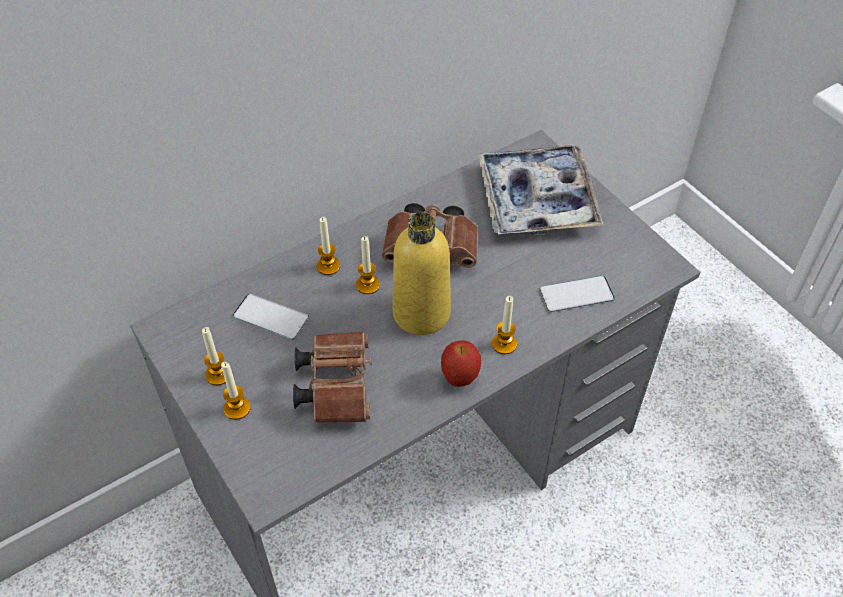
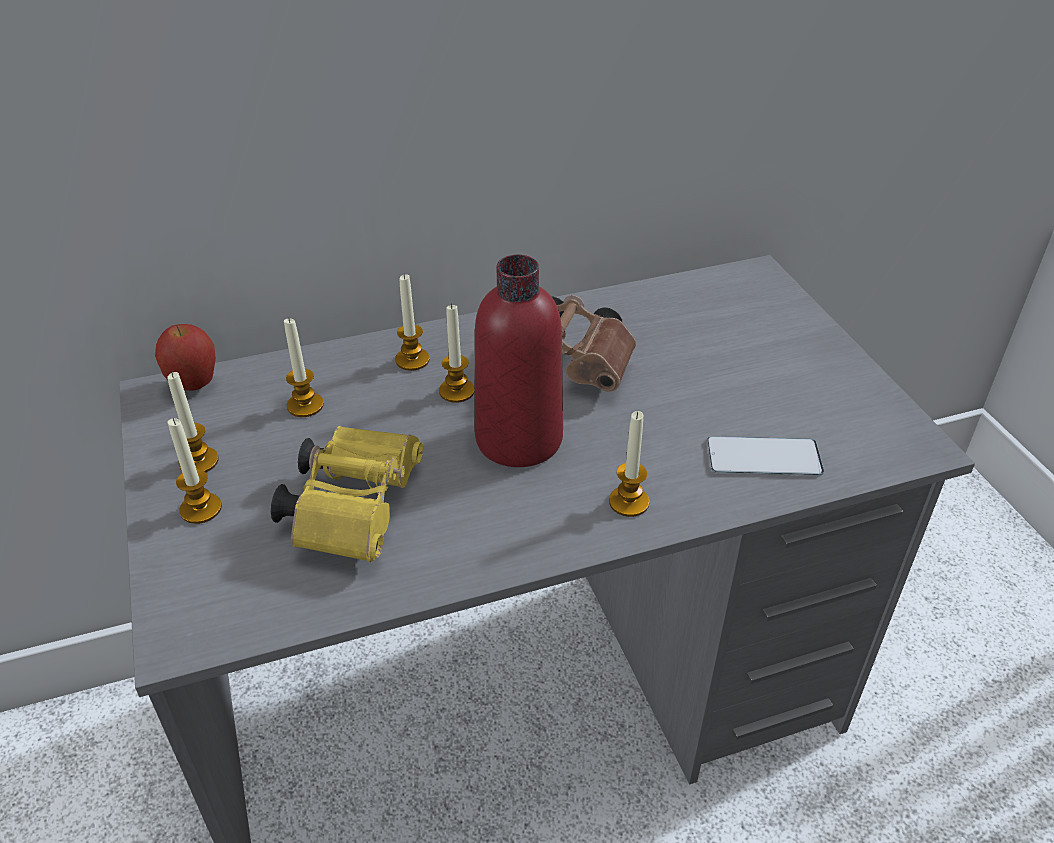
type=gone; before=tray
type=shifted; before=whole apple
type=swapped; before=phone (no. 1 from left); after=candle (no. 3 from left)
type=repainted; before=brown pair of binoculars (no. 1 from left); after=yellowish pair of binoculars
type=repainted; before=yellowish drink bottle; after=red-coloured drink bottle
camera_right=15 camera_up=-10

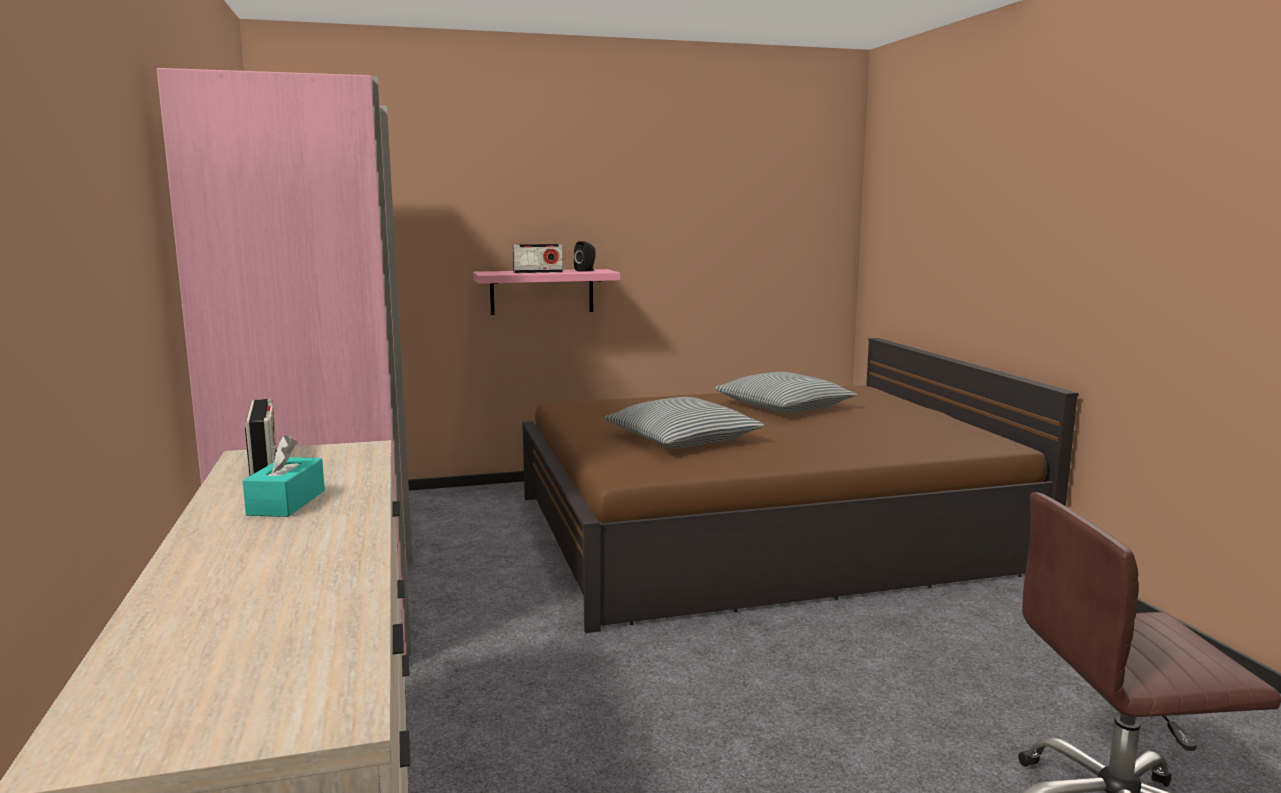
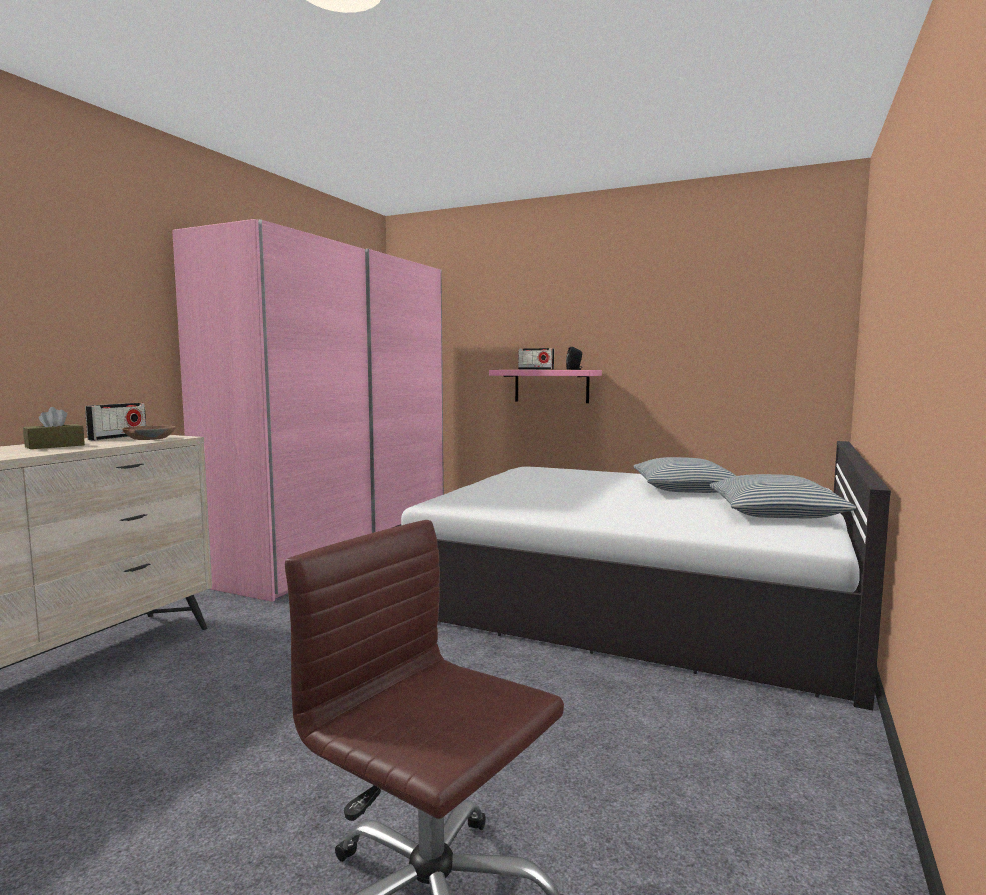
type=new; after=brown serving bowl
type=shifted; before=cushion (no. 1 from left in the first image); after=cushion (no. 2 from left)
type=repainted; before=turquoise tissue holder; after=brown tissue holder
type=repainted; before=brown bedroom bed; after=whitish bedroom bed
camera_right=40 camera_up=-5

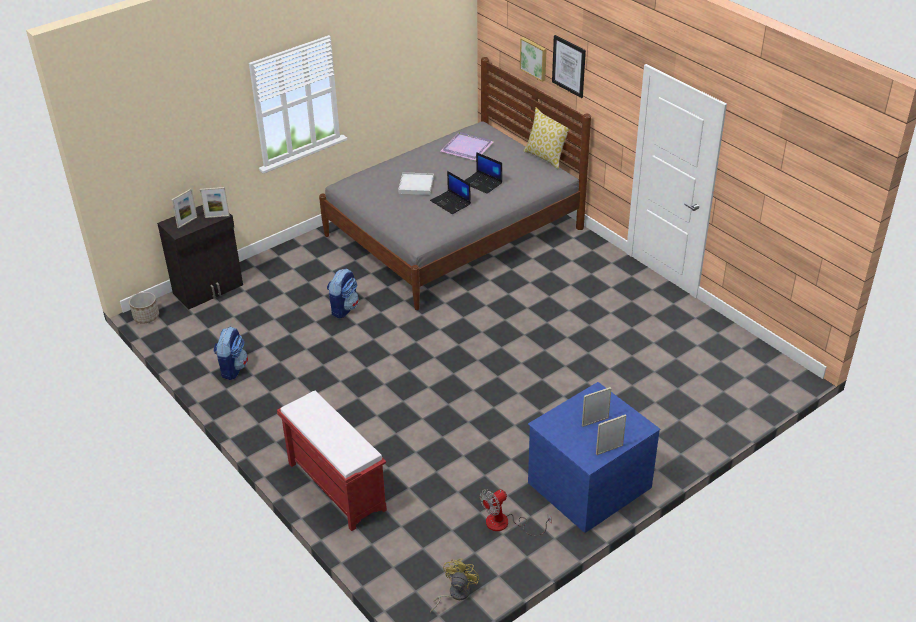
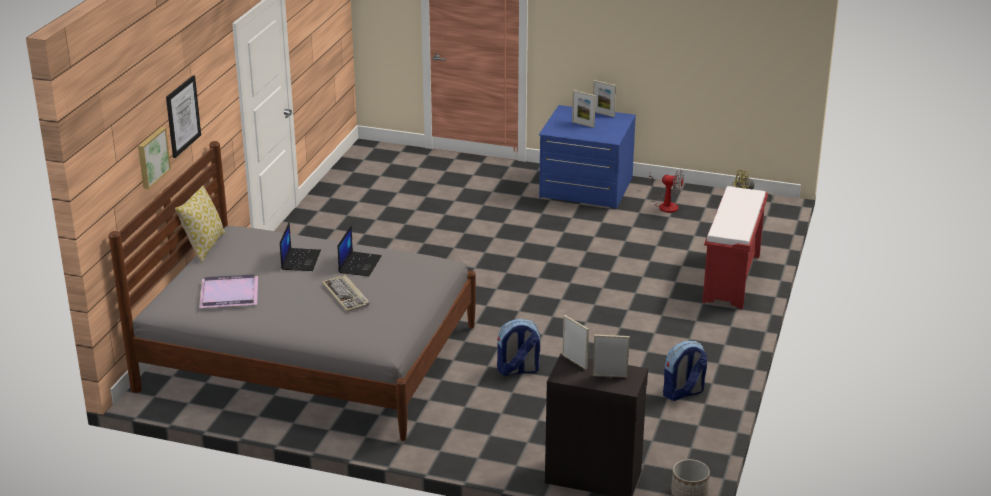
type=swapped; before=whitish tray; after=keyboard
camera_right=-125 camera_up=-10

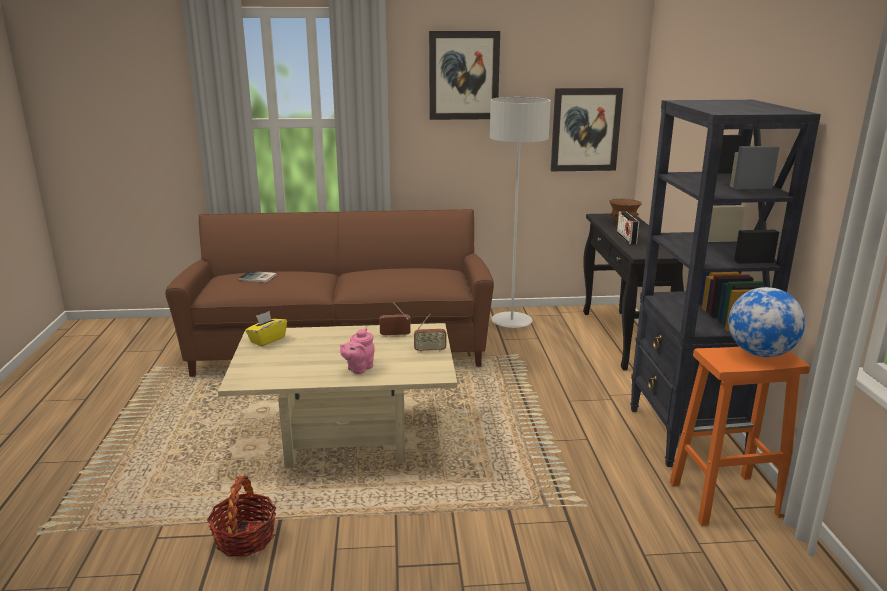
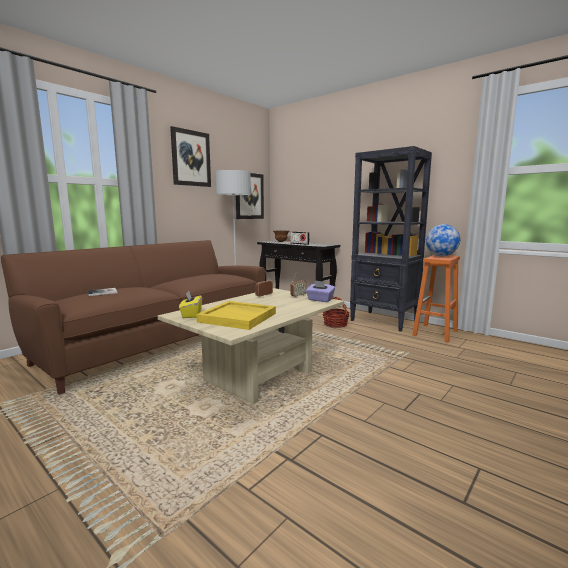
type=gone; before=pinkish tea pot
type=new; after=yellowish tray
type=new; after=purple-coloured tissue holder
type=shifted; before=basket
camera_right=-45 camera_up=-10

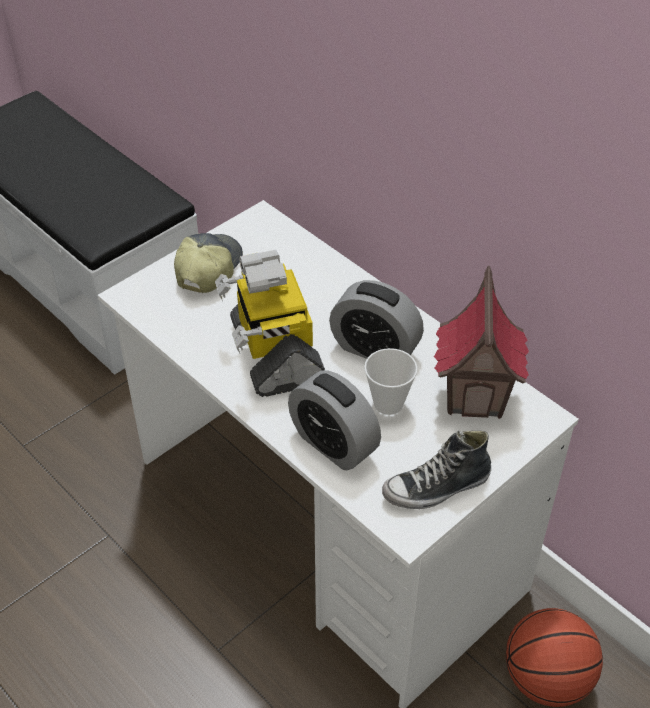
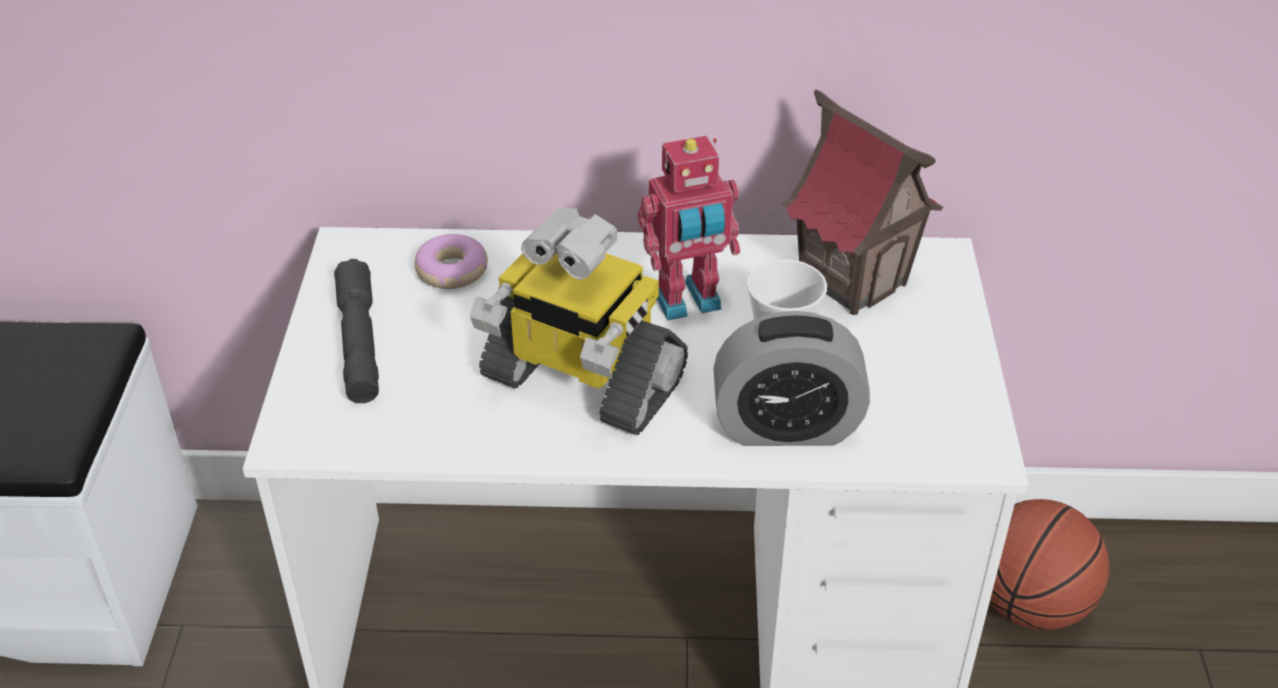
type=gone; before=item of footwear
type=new; after=donut
type=swapped; before=baseball cap; after=grey flashlight
type=swapped; before=table clock (no. 2 from left); after=toy robot (no. 2 from left)
camera_right=-45 camera_up=-5

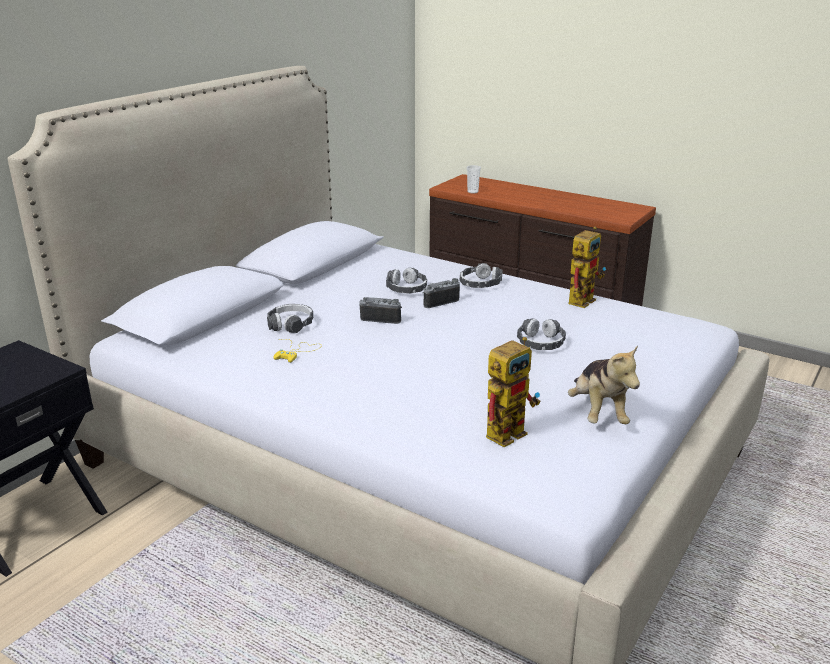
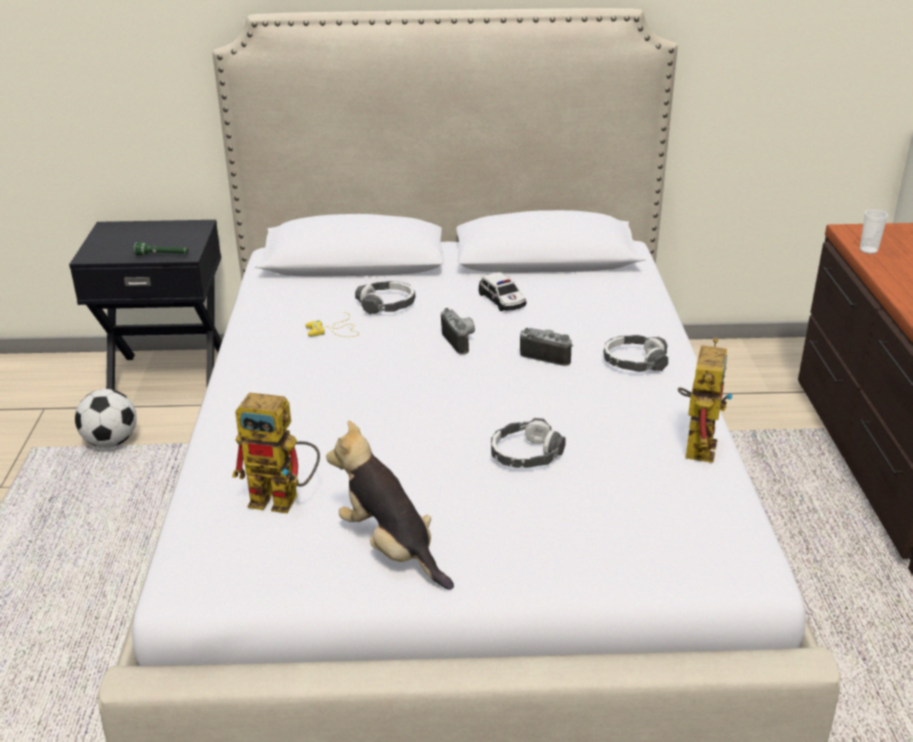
type=gone; before=headset (no. 2 from left)
type=new; after=football
type=new; after=greenish flashlight
type=new; after=miniature car
type=rotated; before=toy robot (no. 2 from left); turn=-75
type=rotated; before=cuddly toy; turn=90
camera_right=55 camera_up=5

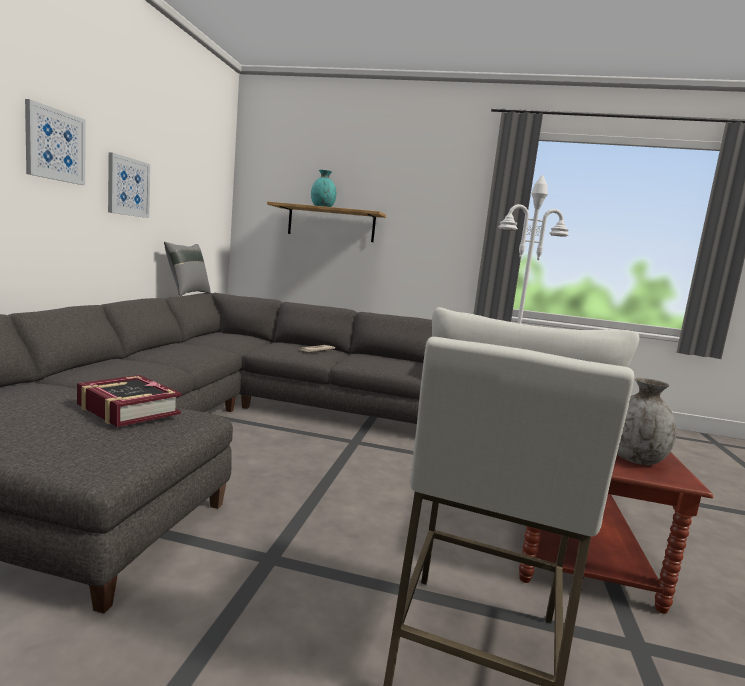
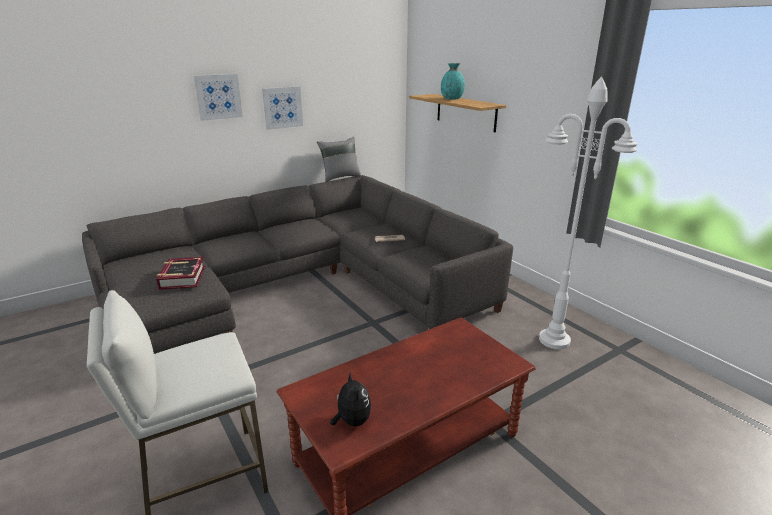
type=swapped; before=grey vase; after=cuddly toy
camera_right=45 camera_up=15

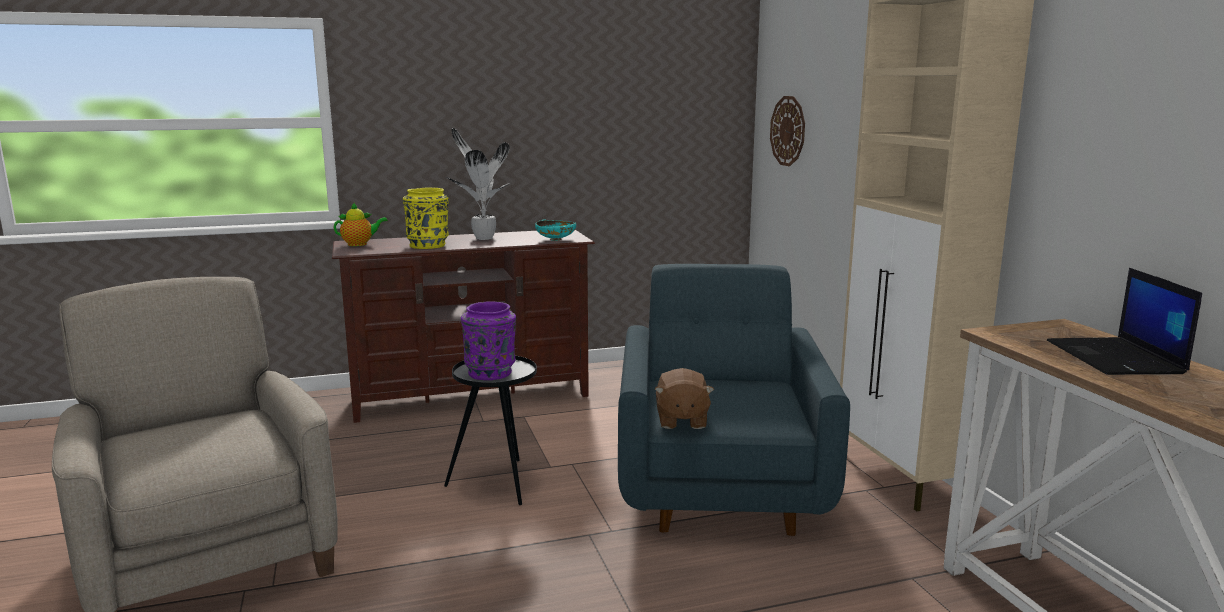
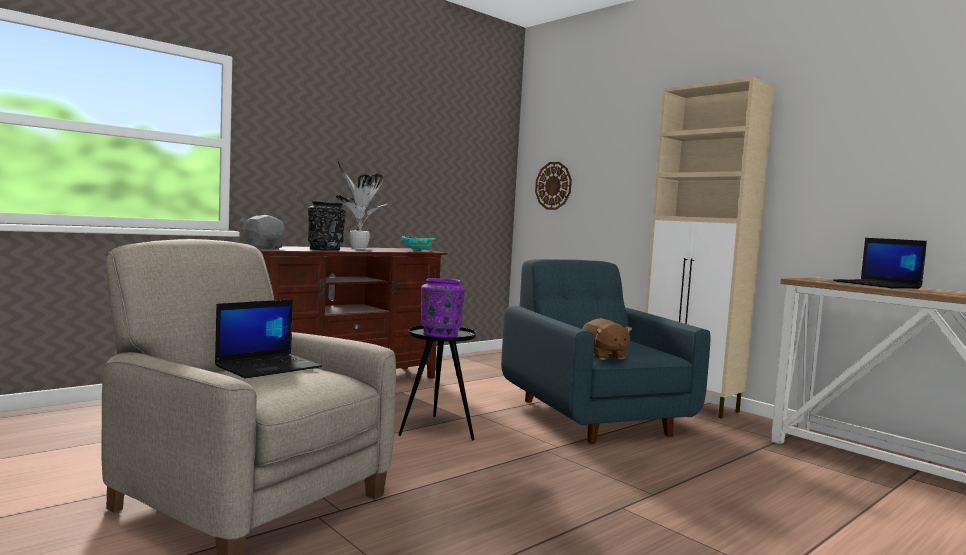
type=new; after=notebook computer (no. 1 from left)
type=swapped; before=tea pot; after=grey cuddly toy
type=repainted; before=yellowish vase; after=black vase
camera_right=-25 camera_up=-10

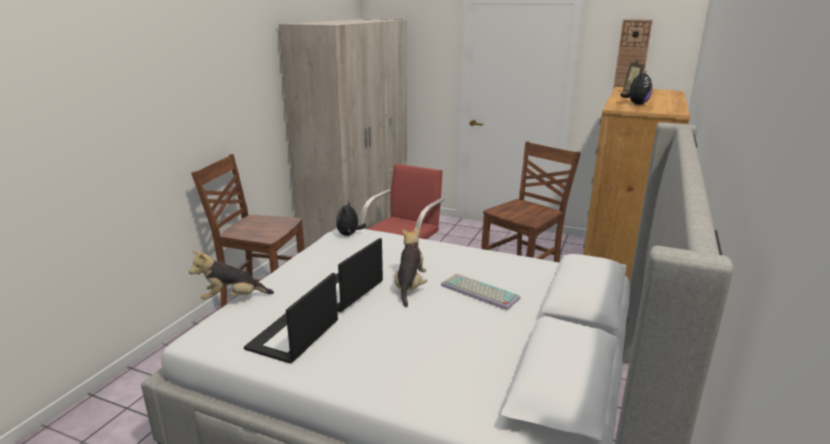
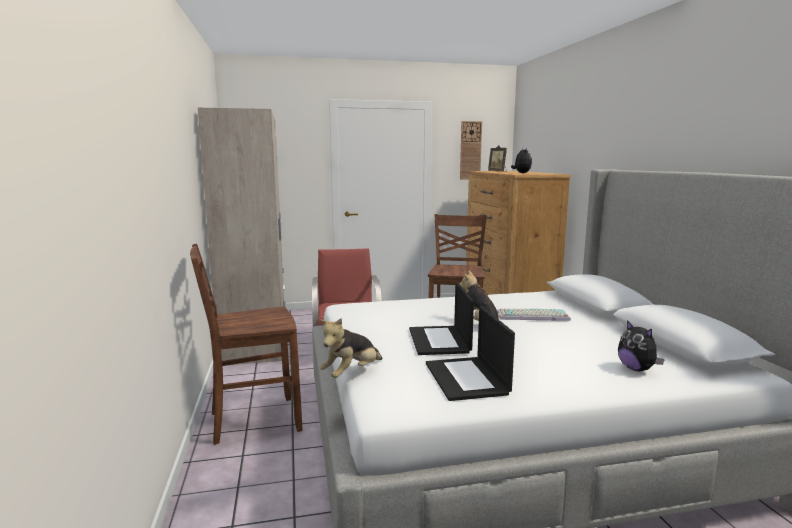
type=shifted; before=cuddly toy (no. 2 from left in the first image); after=cuddly toy (no. 4 from left)
camera_right=-35 camera_up=-10

